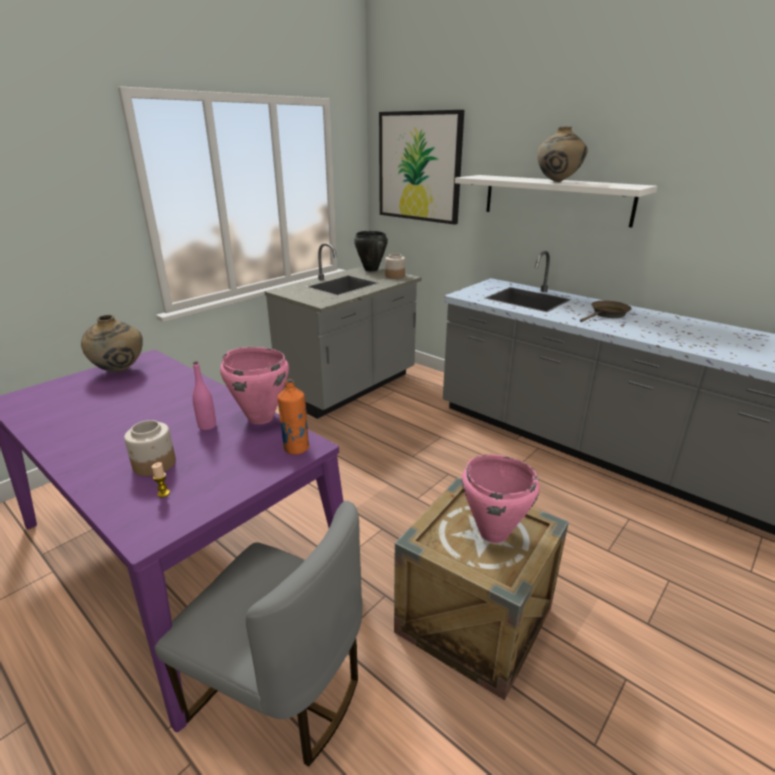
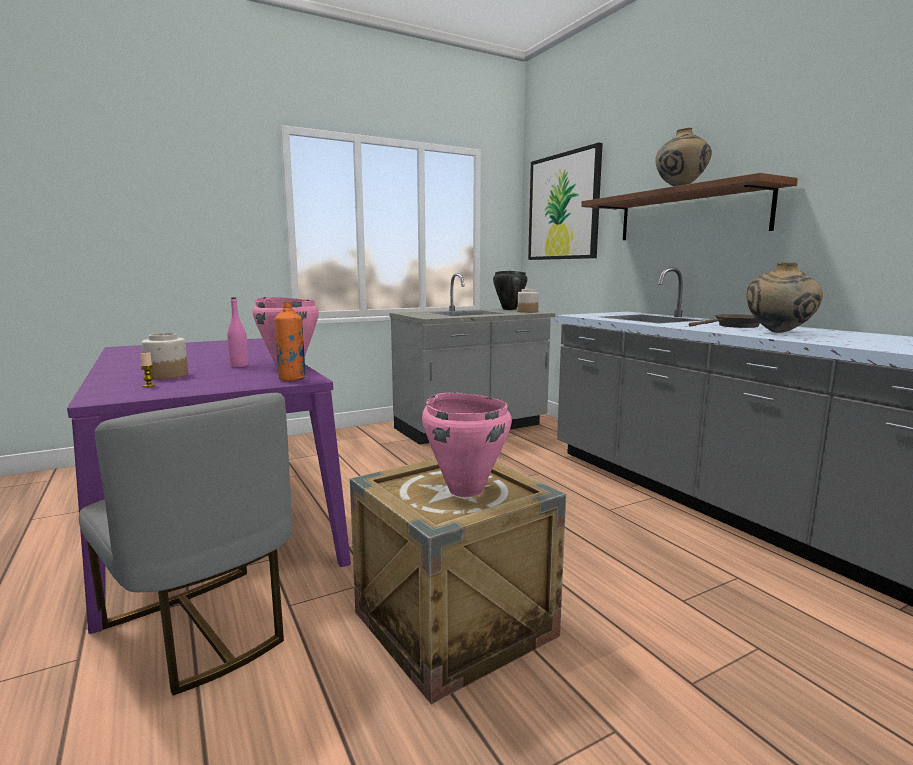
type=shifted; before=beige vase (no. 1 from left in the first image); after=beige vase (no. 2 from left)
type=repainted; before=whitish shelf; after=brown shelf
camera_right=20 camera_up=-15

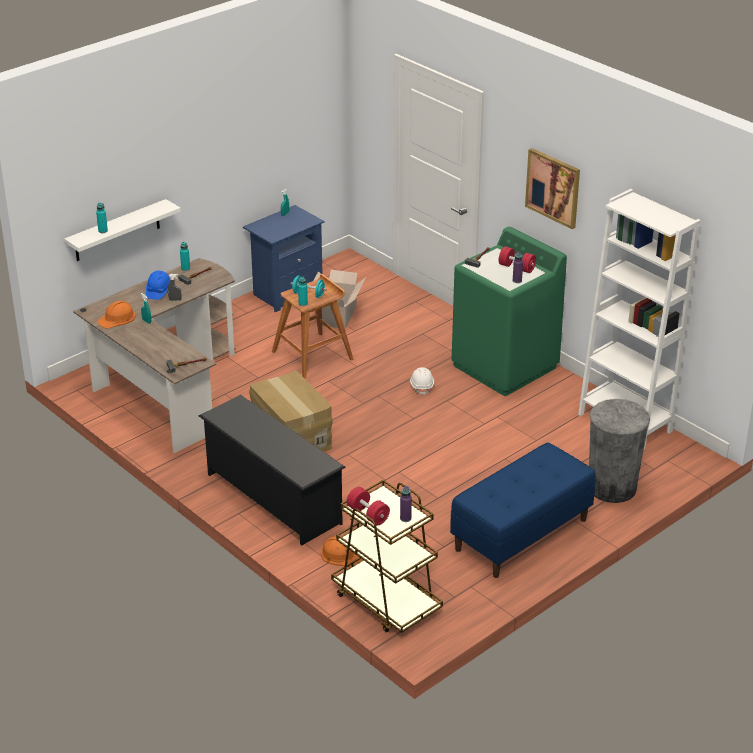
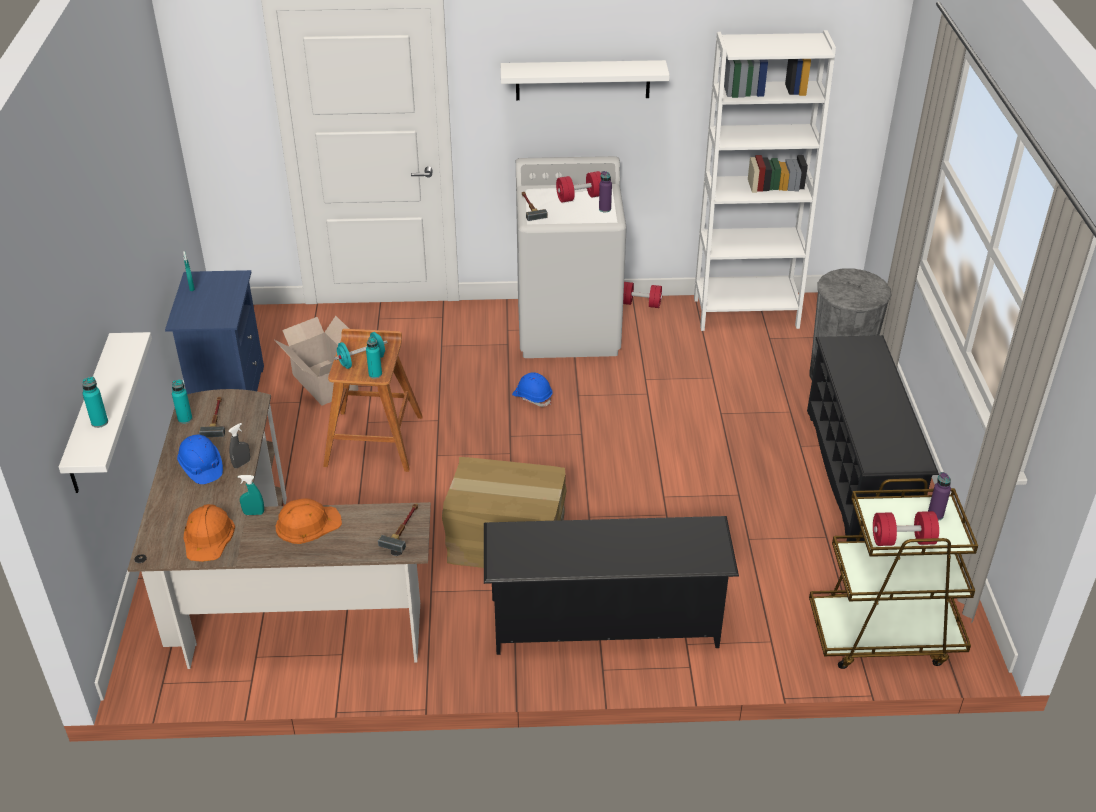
type=new; after=red-coloured hand weight (no. 2 from left)
type=shifted; before=orange-coloured work helmet (no. 2 from left)
type=swapped; before=blue-coloured long seat; after=black shoe shelf (no. 2 from left)
type=swapped; before=wall picture; after=whitish shelf (no. 2 from left)
type=repainted; before=whitish work helmet; after=blue-coloured work helmet (no. 2 from left)
type=repainted; before=greenish laundry machine; after=whitish laundry machine
camera_right=-50 camera_up=5

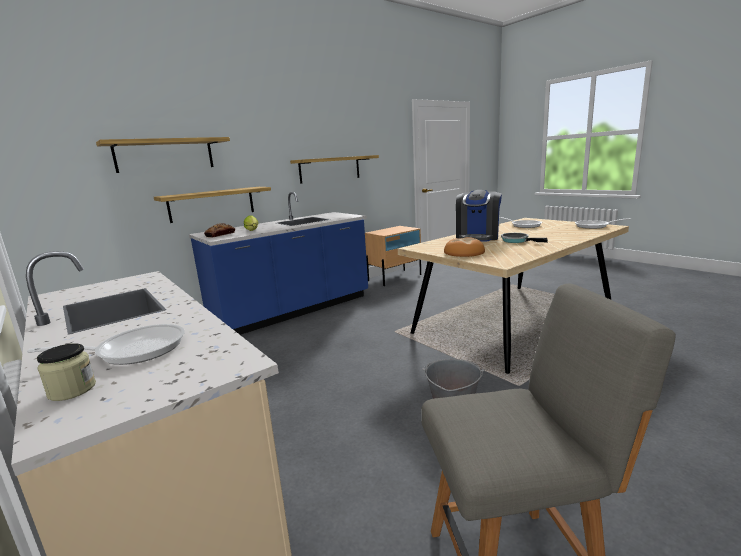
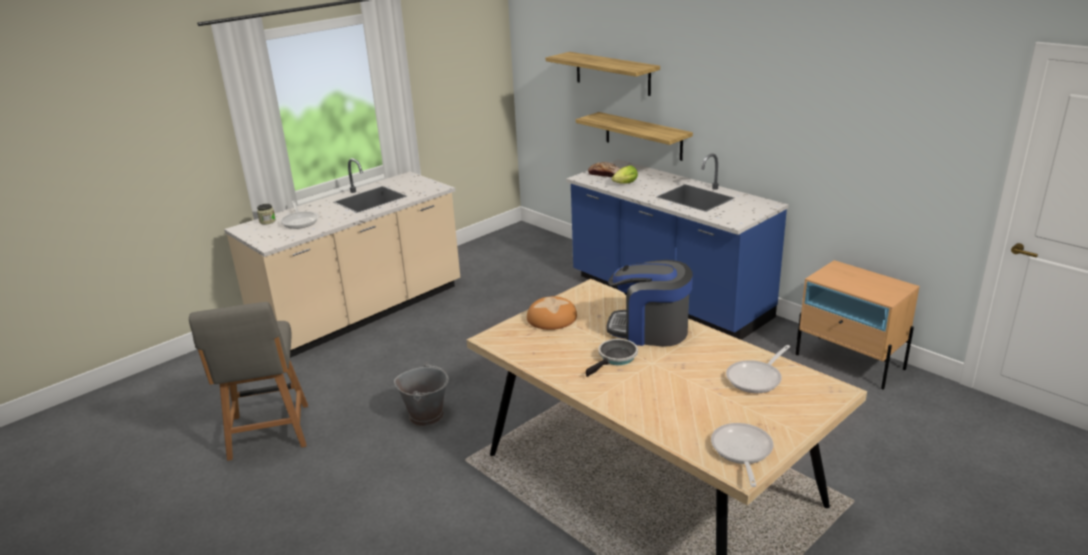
type=gone; before=shelf (no. 3 from left)
camera_right=85 camera_up=10

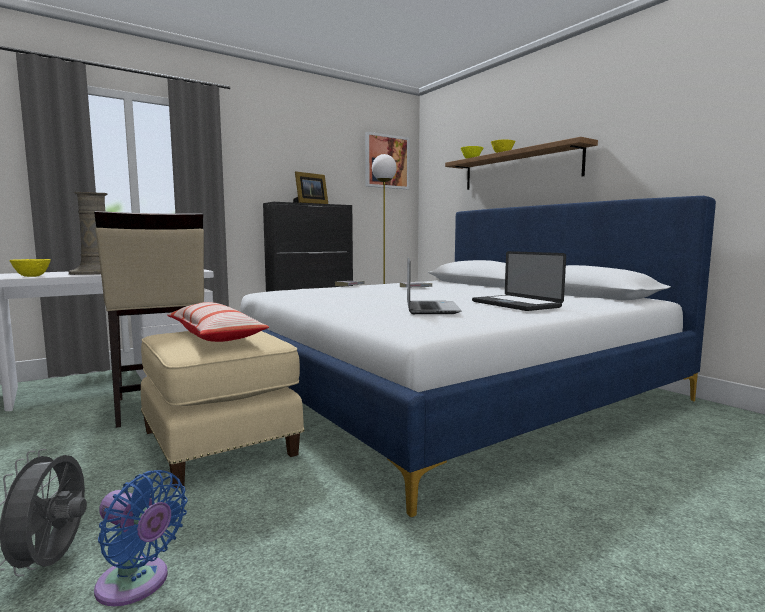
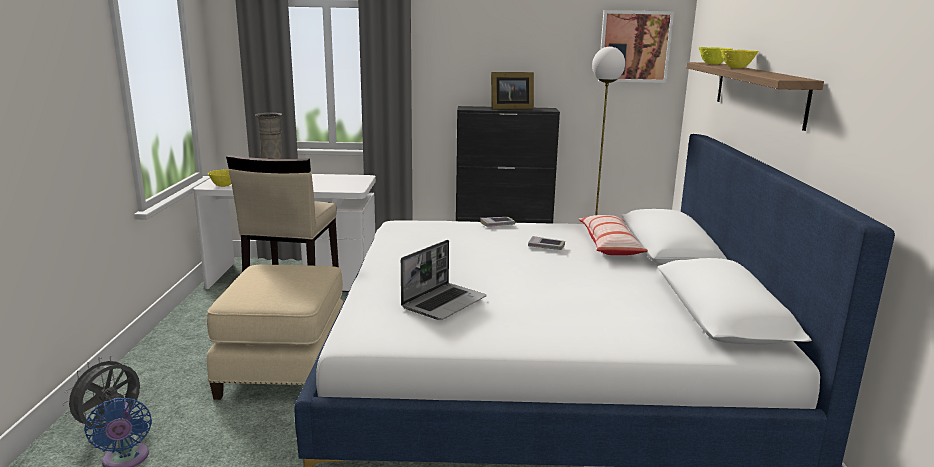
type=gone; before=notebook computer (no. 2 from left)
type=shifted; before=cushion
camera_right=35 camera_up=10

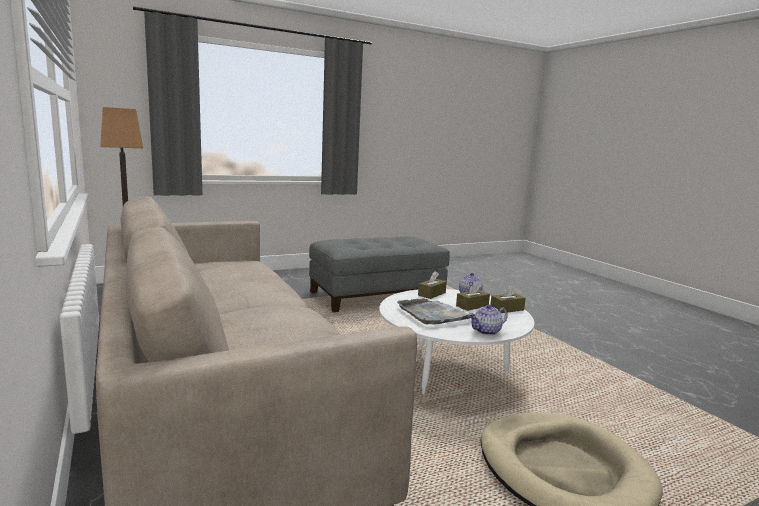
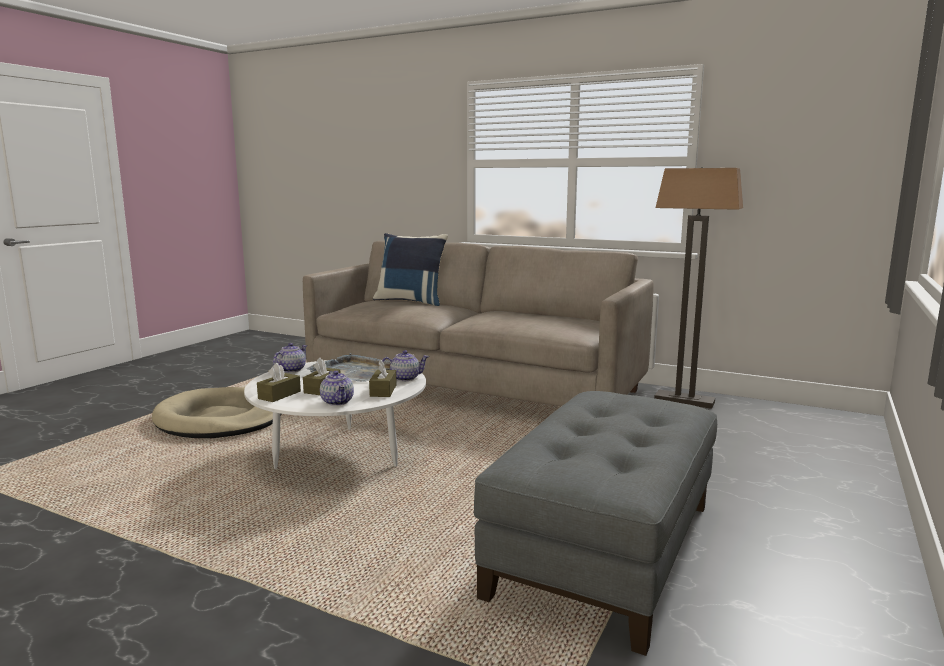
type=new; after=blue-coloured cushion
type=new; after=tea pot (no. 3 from left)
camera_right=145 camera_up=0

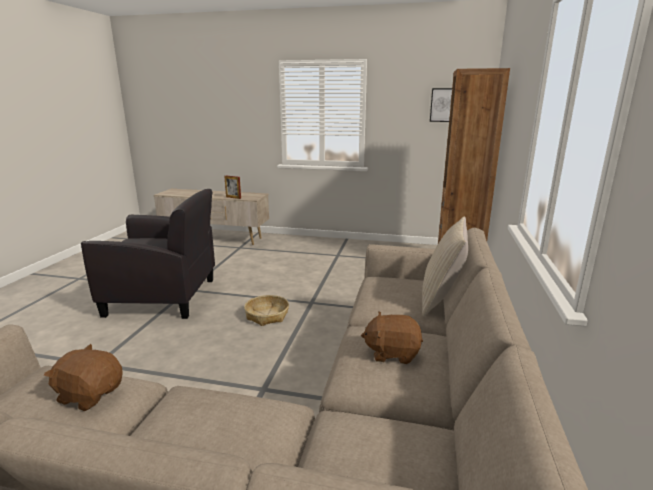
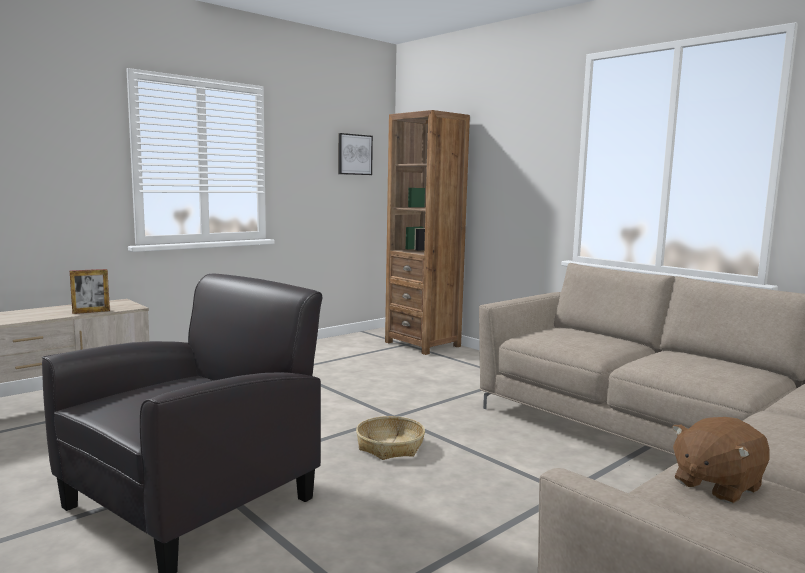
type=gone; before=brown cuddly toy (no. 2 from left)
type=gone; before=beige cushion
camera_right=-55 camera_up=-10

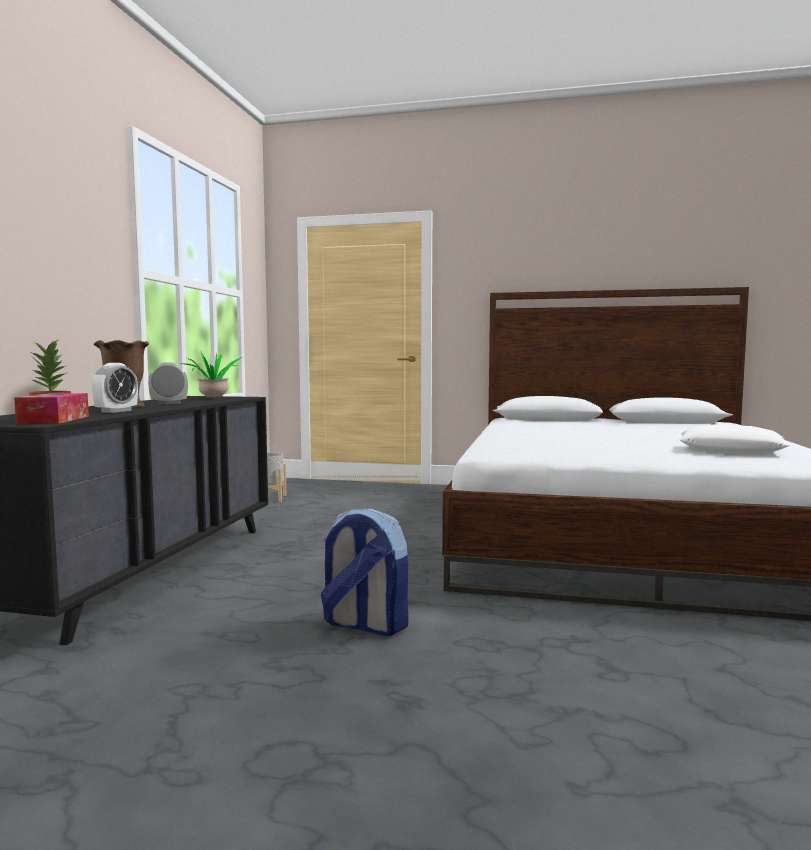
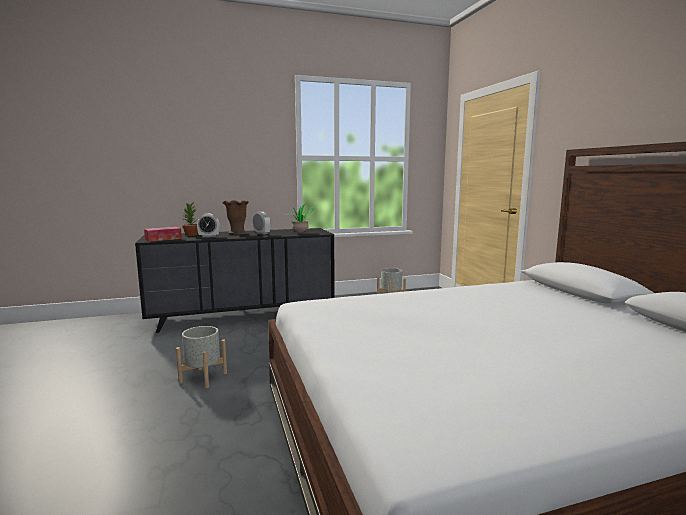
type=gone; before=whitish cushion
type=swapped; before=backpack; after=grey planter (no. 1 from left)
camera_right=60 camera_up=5

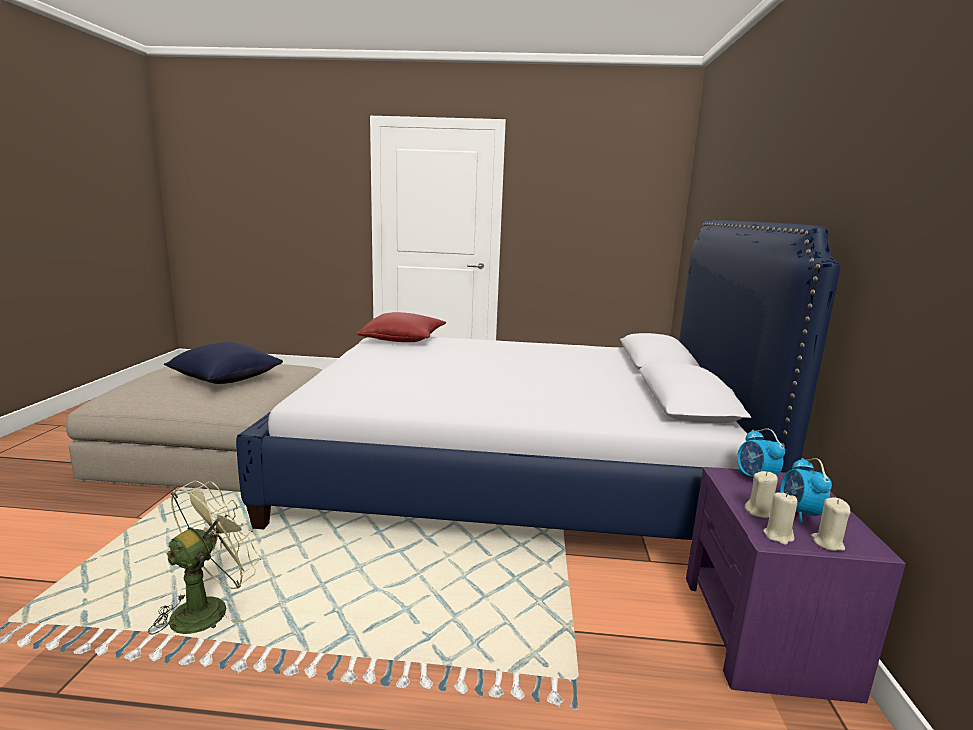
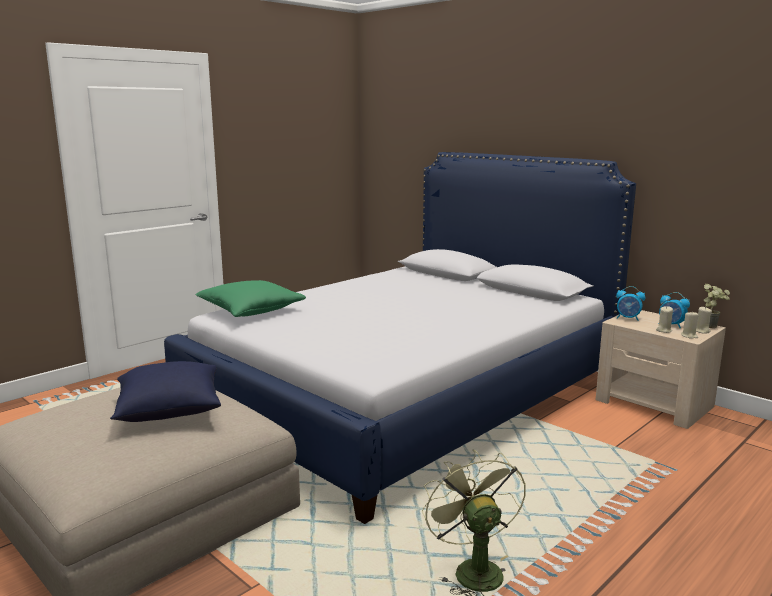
type=new; after=potted plant
type=repainted; before=red-coloured cushion; after=greenish cushion
type=repainted; before=purple-coloured night table; after=beige night table
camera_right=-50 camera_up=0

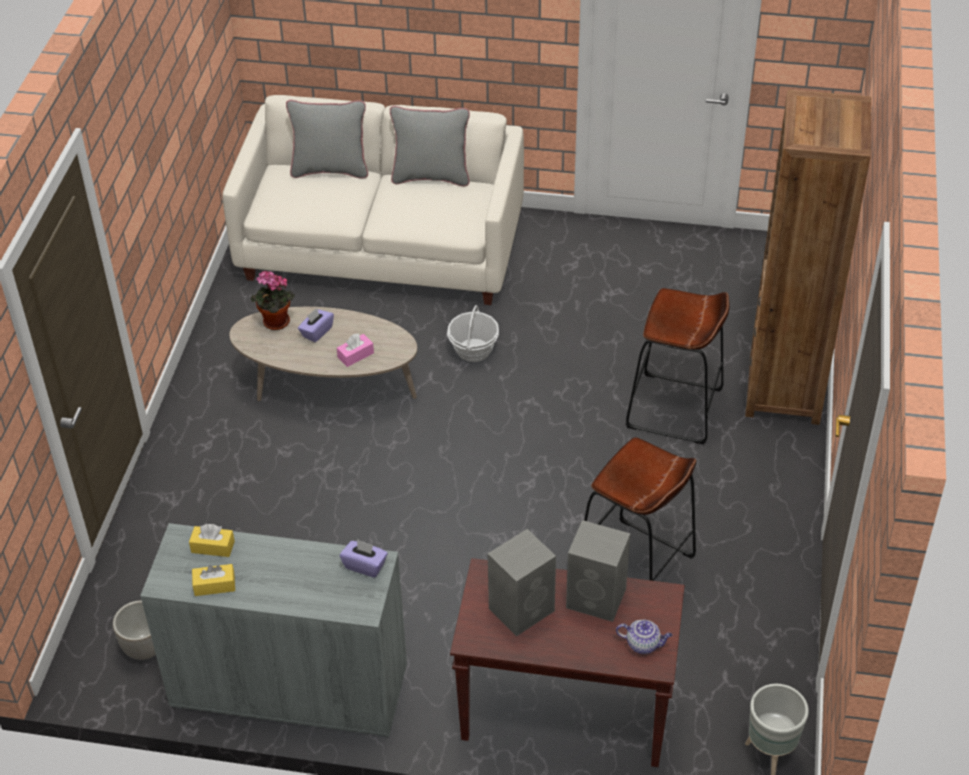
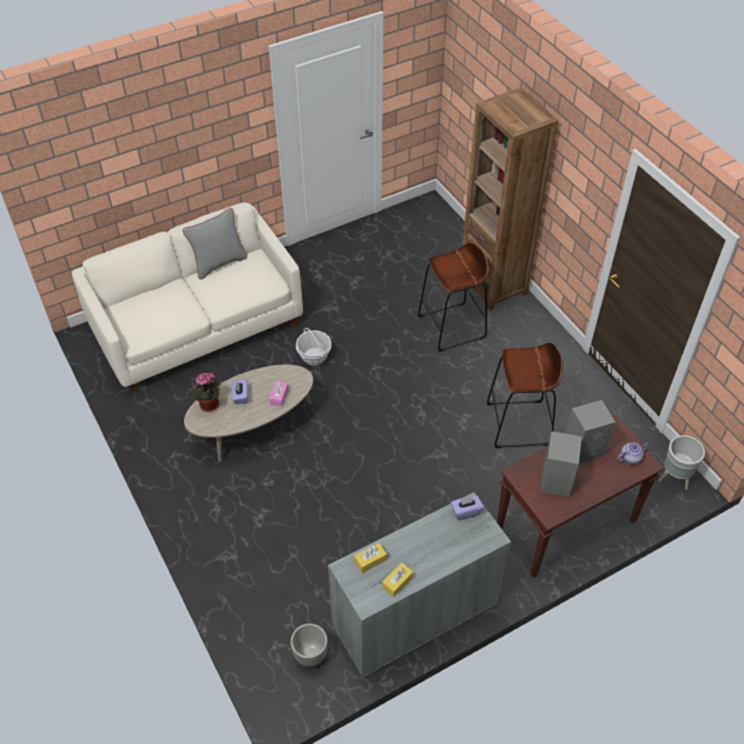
type=gone; before=grey cushion (no. 1 from left)
camera_right=-40 camera_up=5

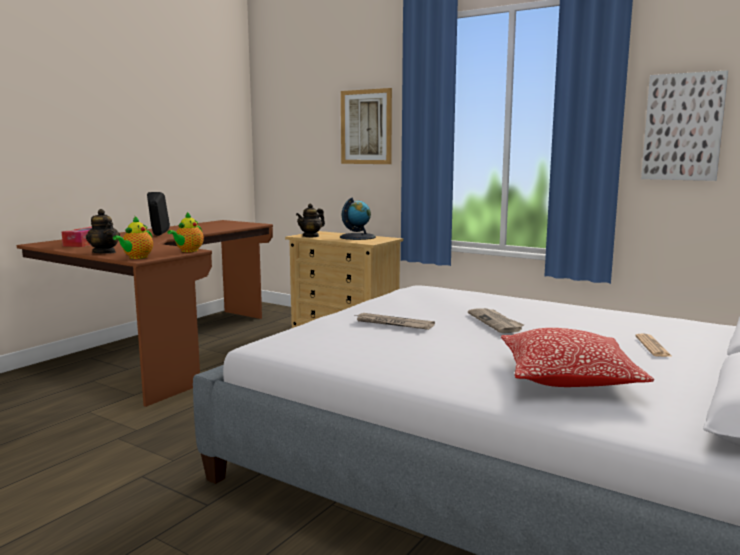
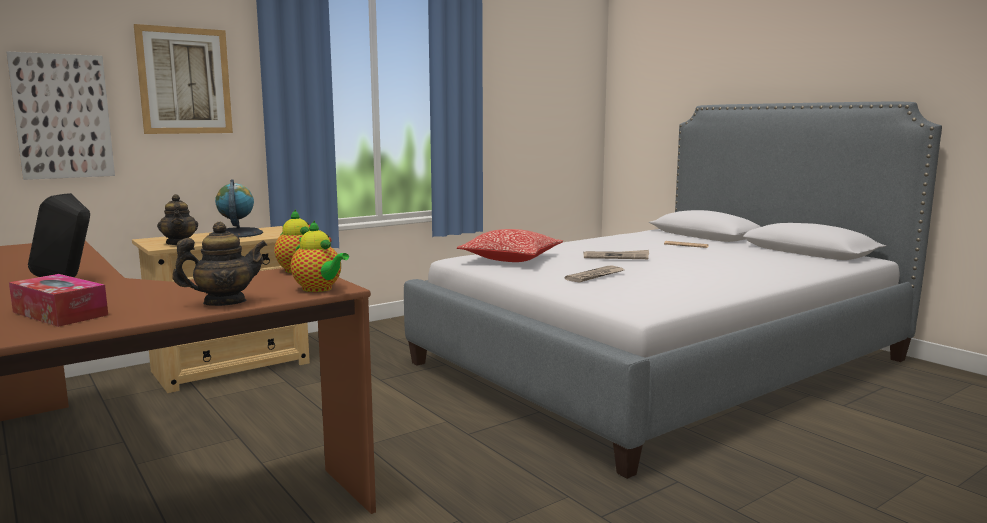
type=shifted; before=cushion
type=shifted; before=wall picture (no. 2 from left in the first image); after=wall picture (no. 1 from left)
camera_right=-70 camera_up=0

